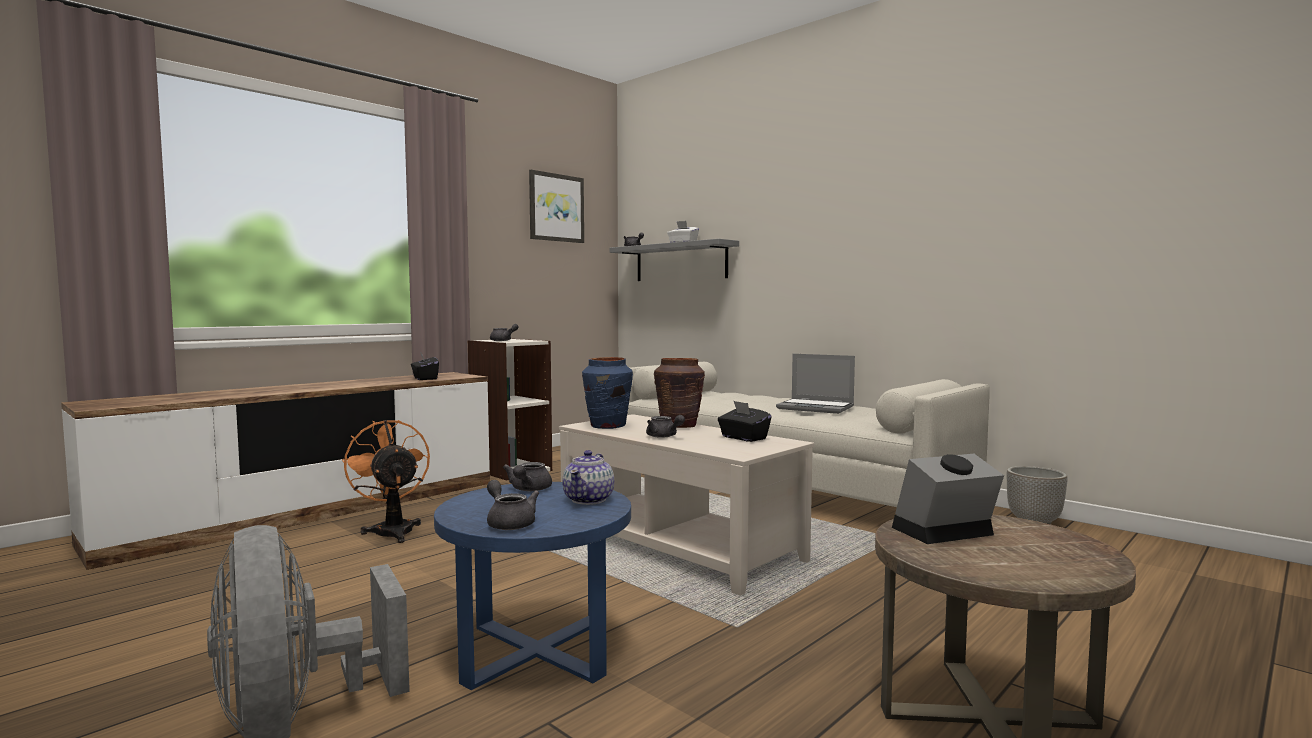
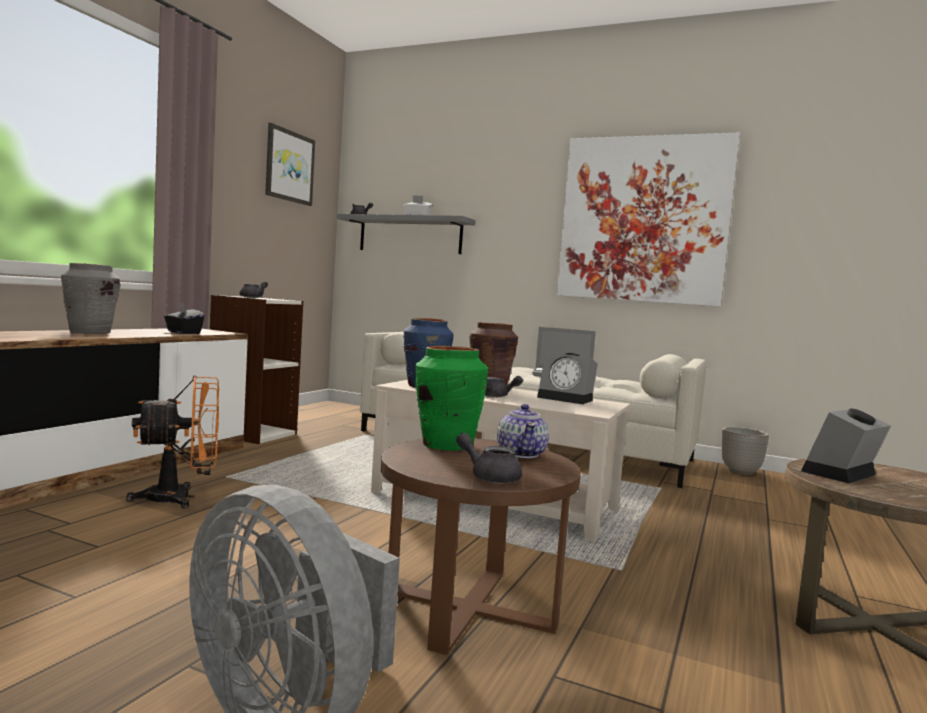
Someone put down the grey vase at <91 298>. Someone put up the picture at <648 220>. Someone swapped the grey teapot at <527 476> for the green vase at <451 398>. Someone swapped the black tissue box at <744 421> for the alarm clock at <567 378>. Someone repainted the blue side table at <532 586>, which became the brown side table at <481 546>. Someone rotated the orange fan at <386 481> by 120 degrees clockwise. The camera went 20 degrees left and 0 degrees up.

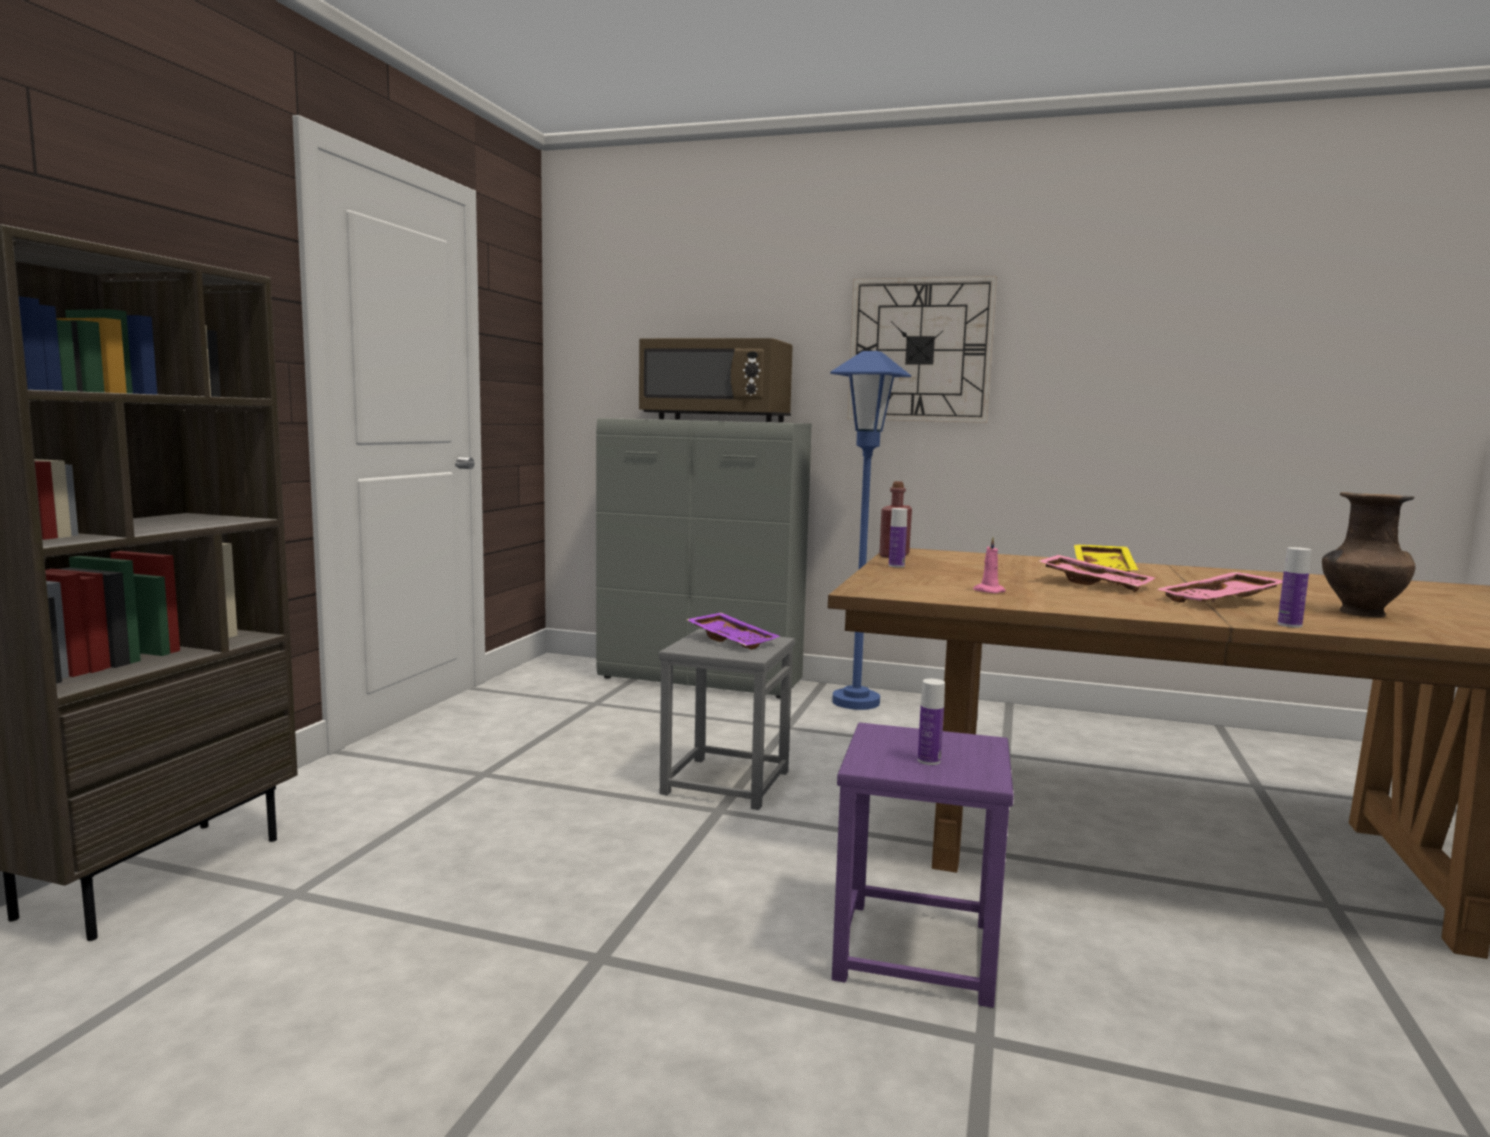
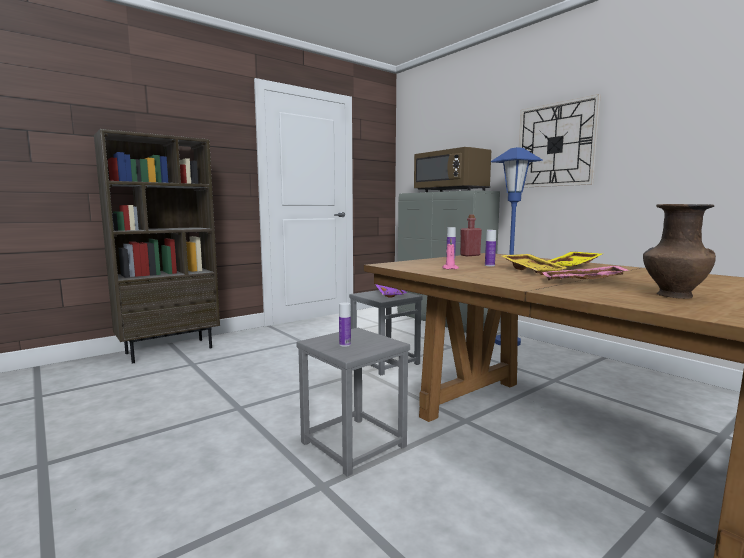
Someone carried the bottle from <1294 587> to <490 248>. Someone repainted the purple stool at <923 865>, which became the grey stool at <353 402>. Someone repainted the pink tray at <1097 573>, which became the yellow tray at <533 264>. The camera went 35 degrees right and 0 degrees up.

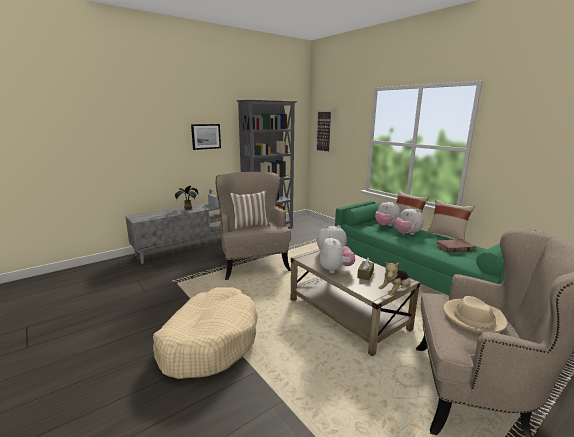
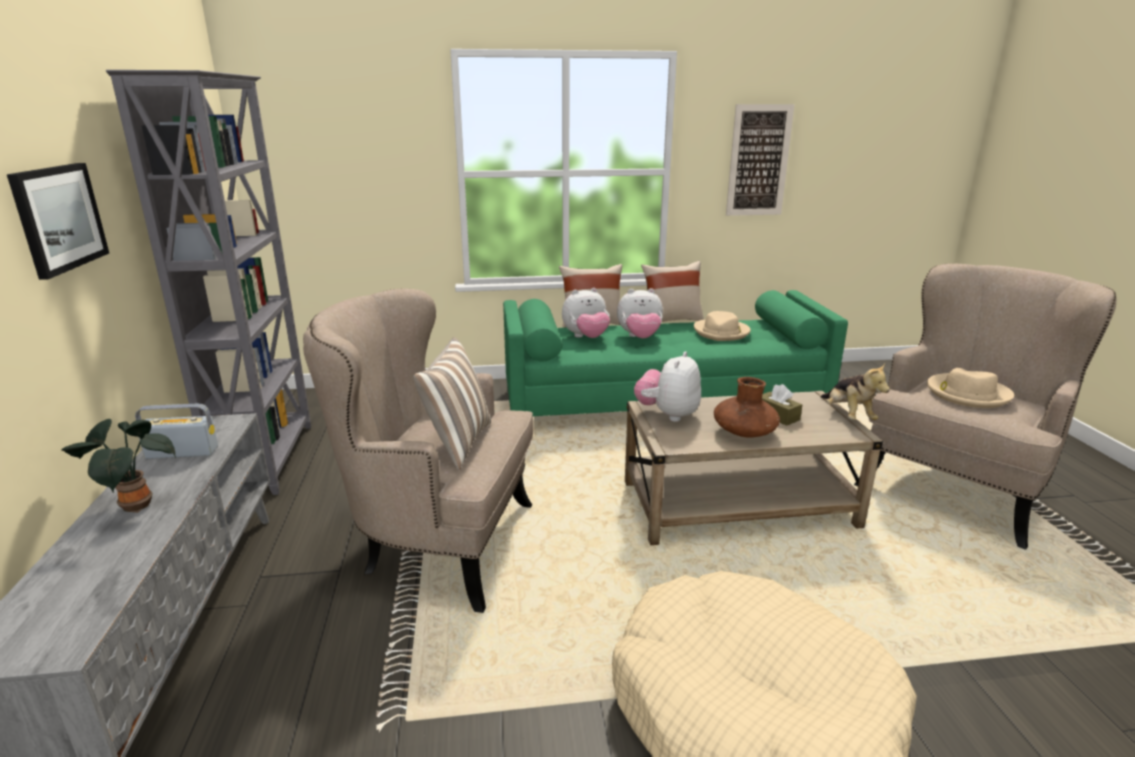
Someone carried the picture from <324 132> to <760 160>. Someone swapped the plush toy at <337 254> for the brown vase at <747 407>. Someone swapped the brown book at <455 245> for the beige hat at <722 326>. The camera went 60 degrees left and 5 degrees up.

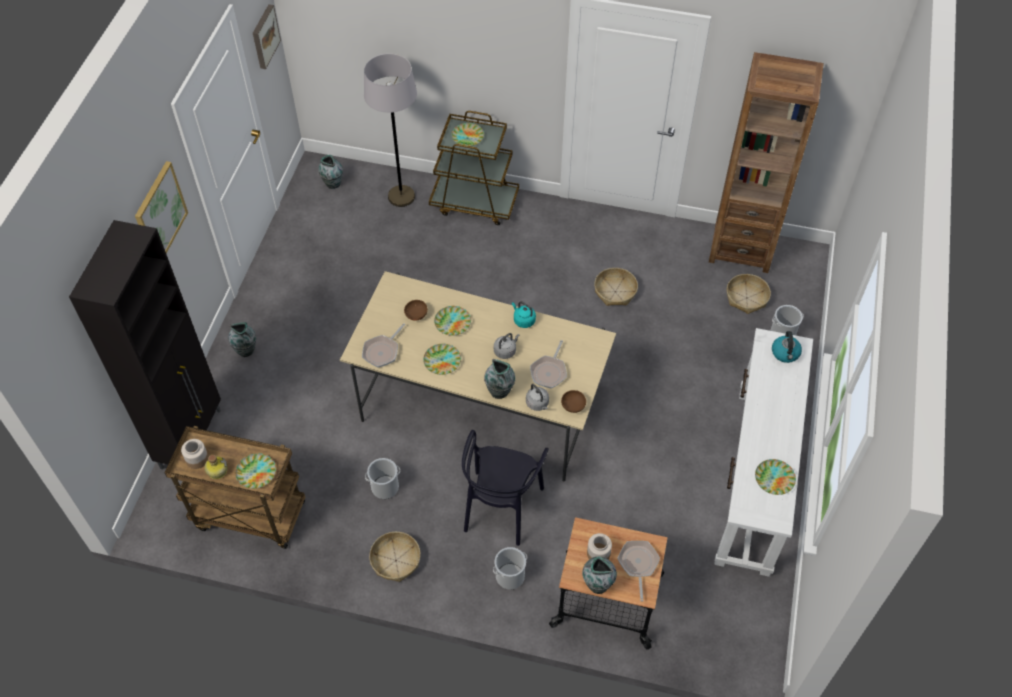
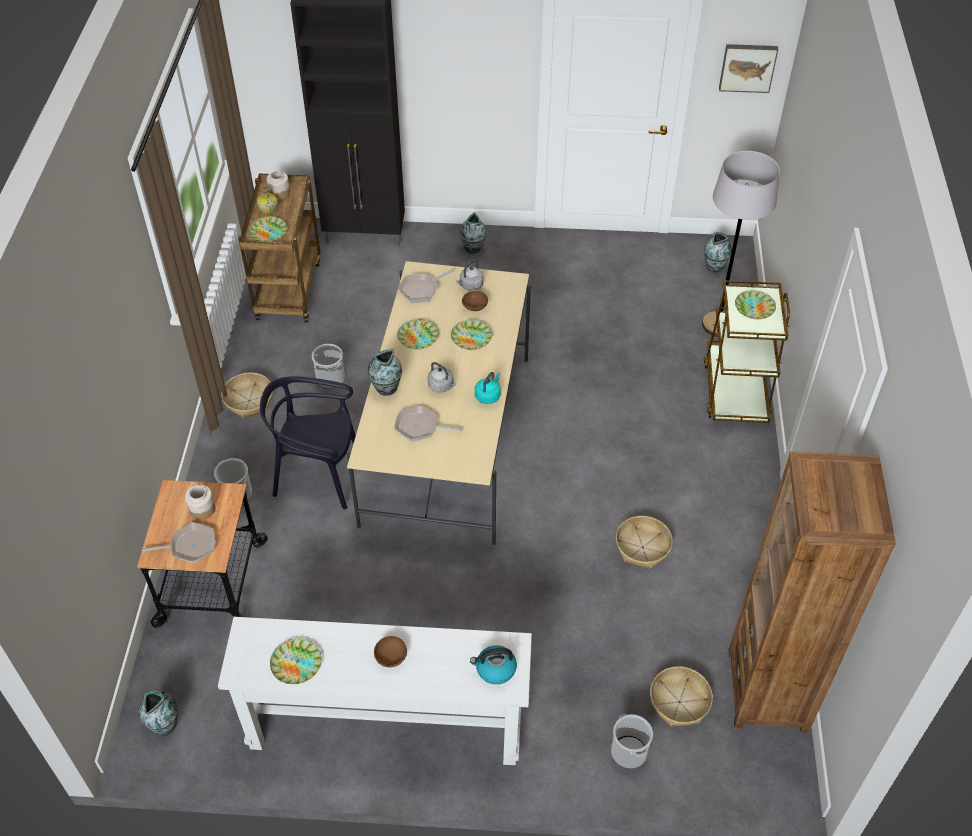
Someone took away the picture at <161 207>. Someone carried the grey kettle from <537 397> to <470 275>. Someone carried the brown bowl from <573 401> to <390 651>. Someone carried the vase from <599 575> to <158 713>. Someone rotated the frying pan at <383 345> by 60 degrees counterclockwise. The camera went 80 degrees right and 5 degrees down.

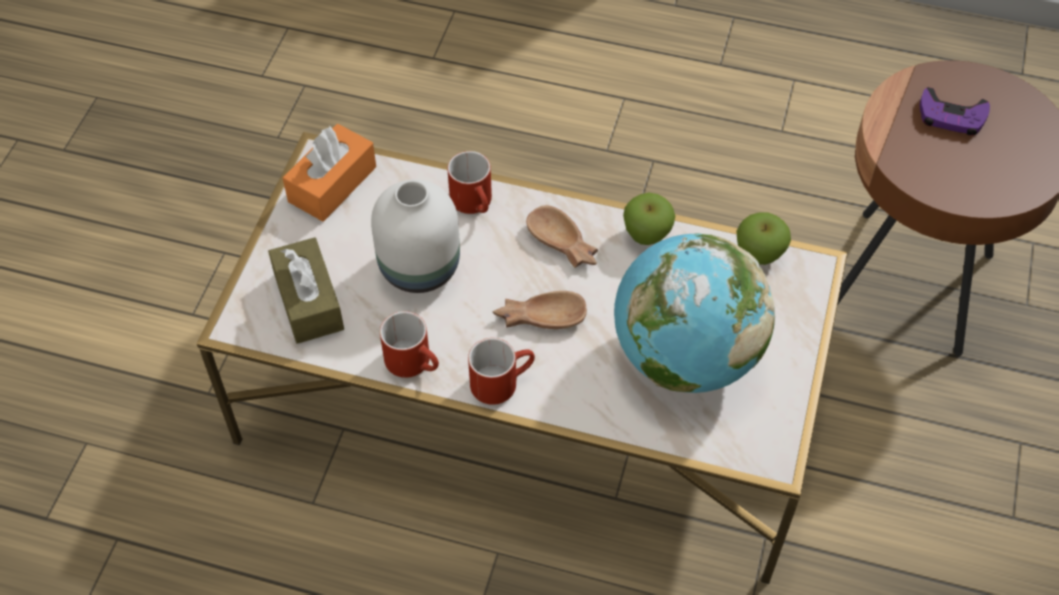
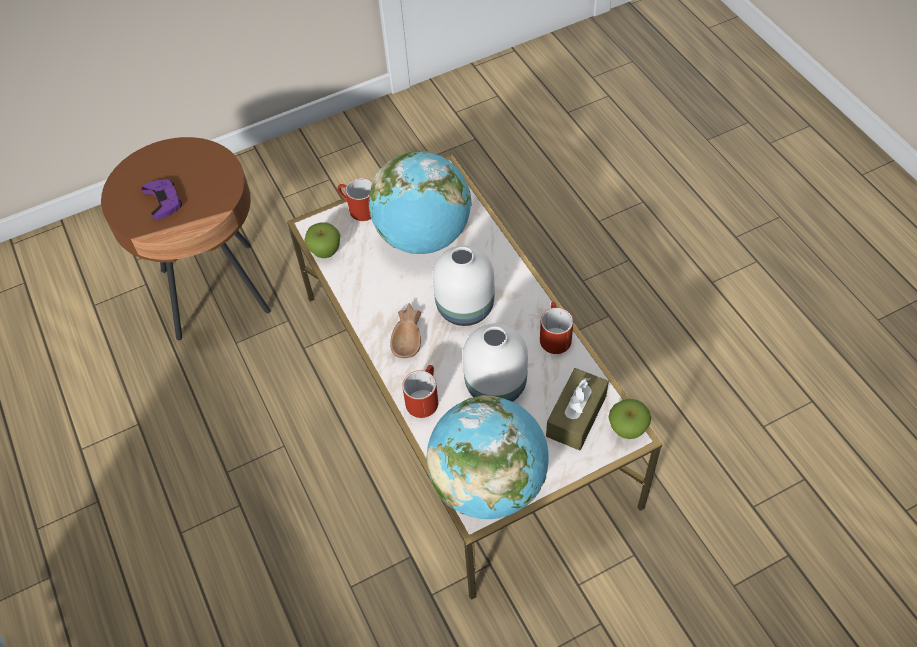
Someone carried the red mug from <501 371> to <354 199>. Someone carried the apple from <649 219> to <629 419>. Someone swapped the orange tissue box at <329 173> for the globe at <488 457>. Someone swapped the brown bowl at <540 310> for the white vase at <463 286>. The camera went 130 degrees left and 0 degrees up.

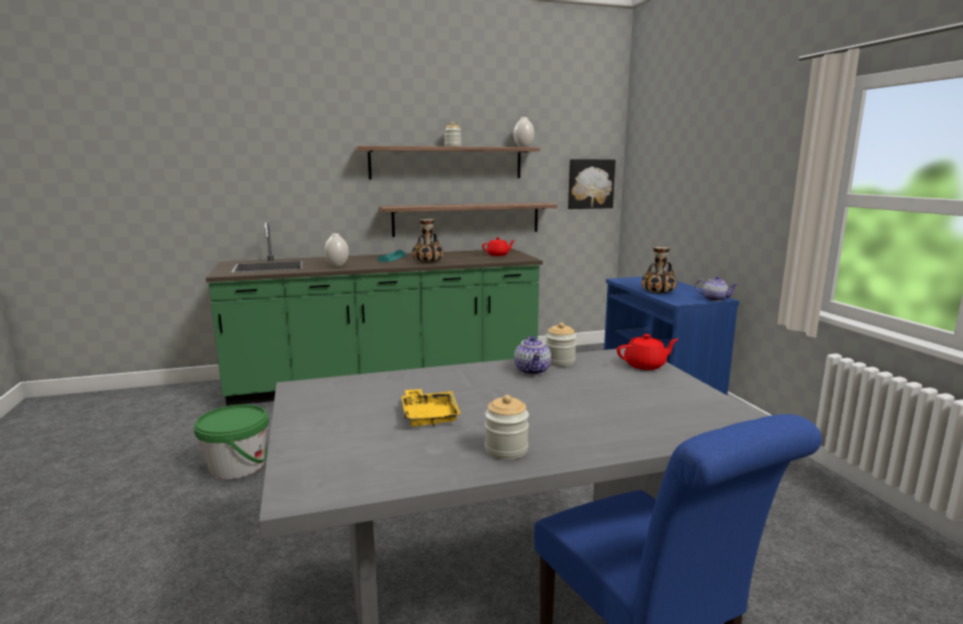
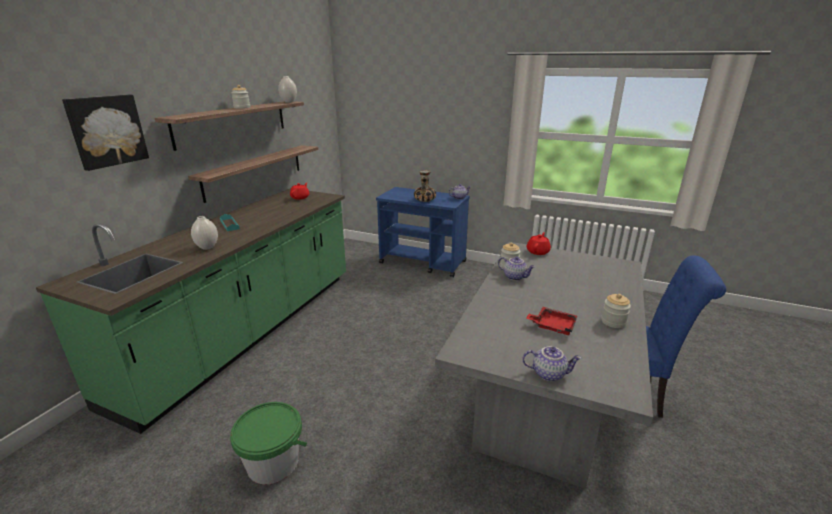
Someone took away the vase at <428 241>. Someone put down the teapot at <552 363>. Someone carried the picture from <592 184> to <105 133>. Someone repainted the yellow tray at <431 408>, which became the red tray at <552 321>. The camera went 50 degrees left and 10 degrees up.

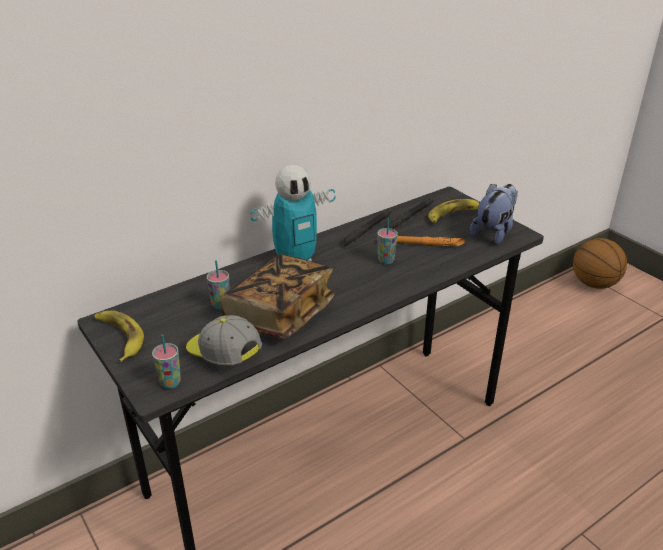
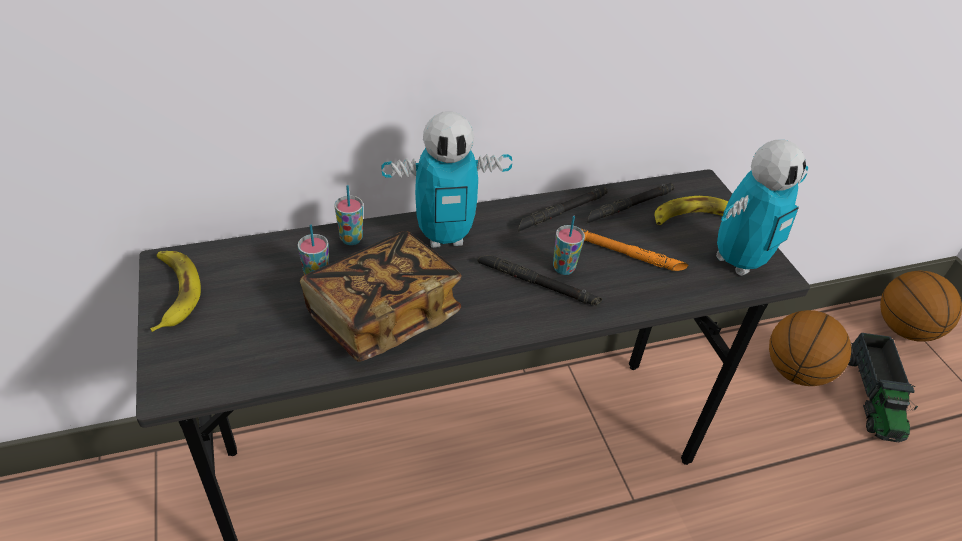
Someone took away the cap at <224 340>. Someone put down the black flashlight at <539 280>. Someone put down the basketball at <810 348>. Someone put down the toy truck at <883 387>. Someone carried the cup from <166 361> to <349 215>. Someone swapped the plush toy at <494 214> for the toy robot at <762 208>. The camera went 15 degrees right and 10 degrees up.

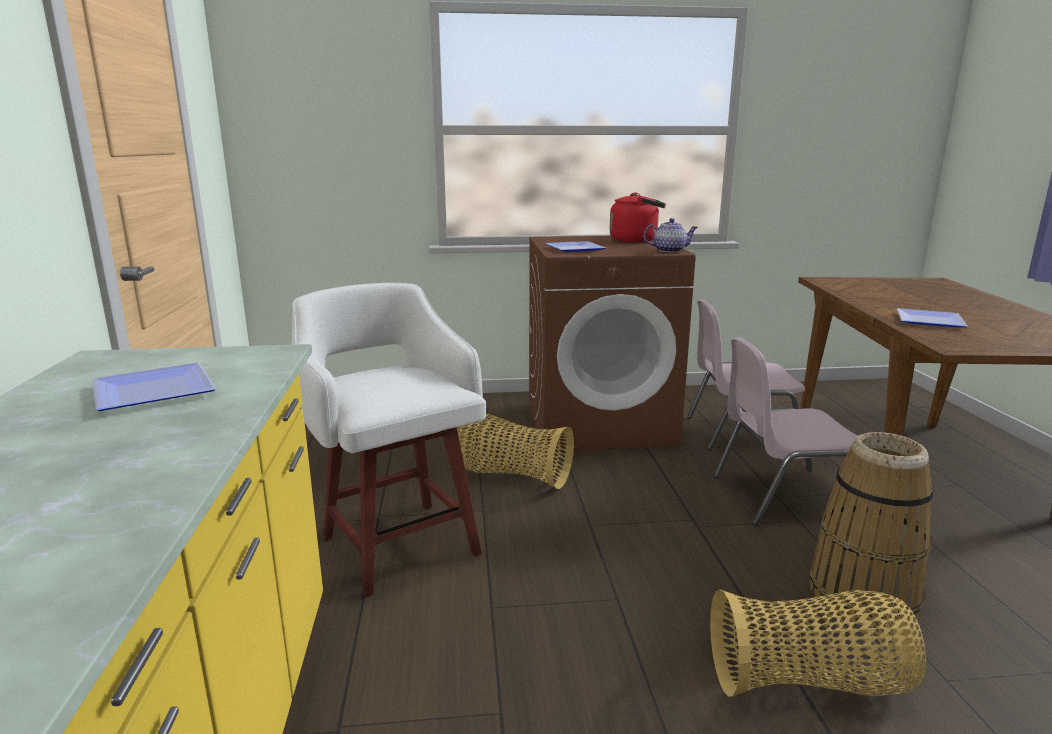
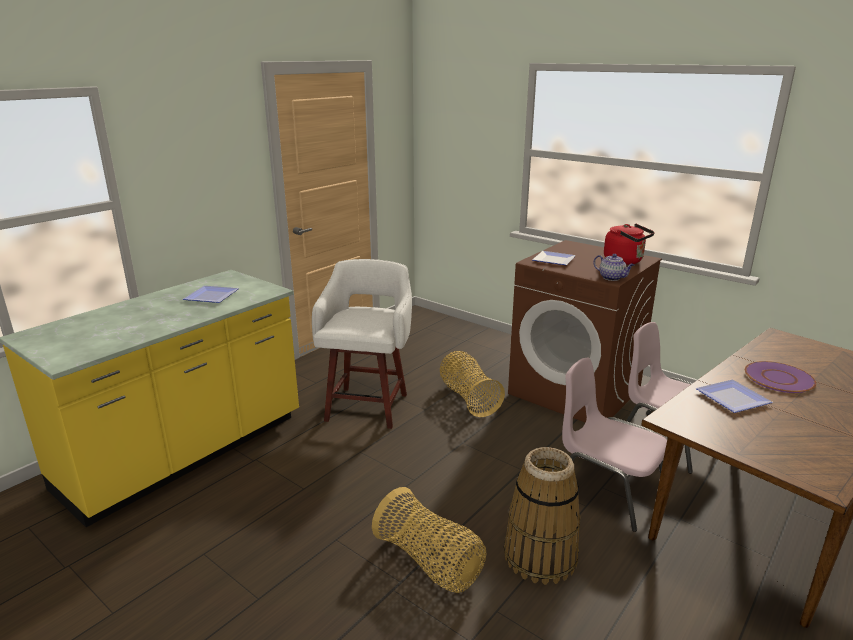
Someone put down the purple plate at <780 377>. The camera went 45 degrees right and 5 degrees up.

